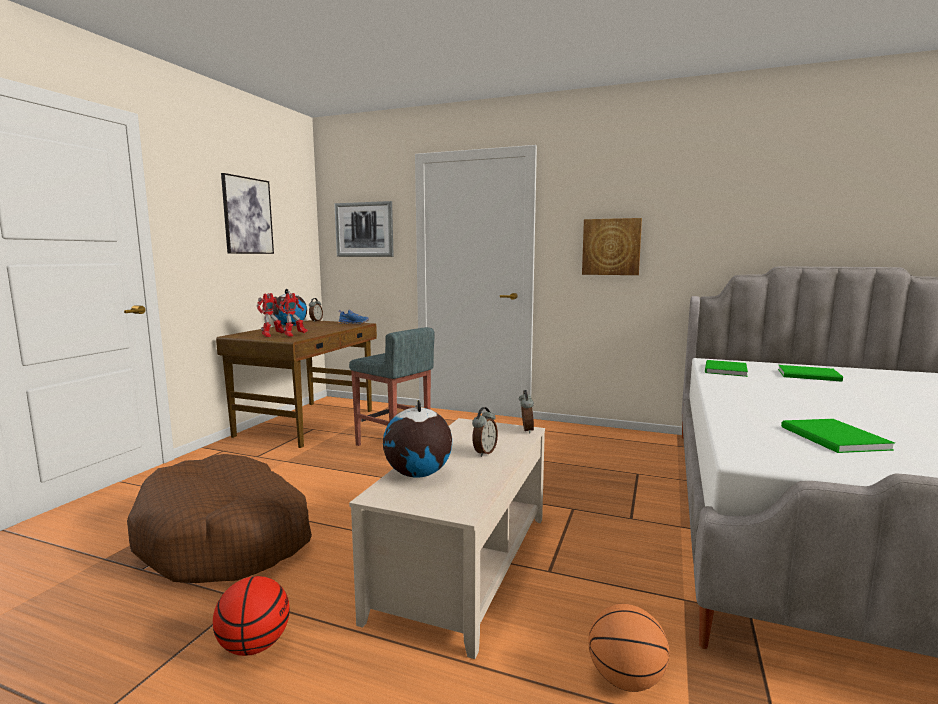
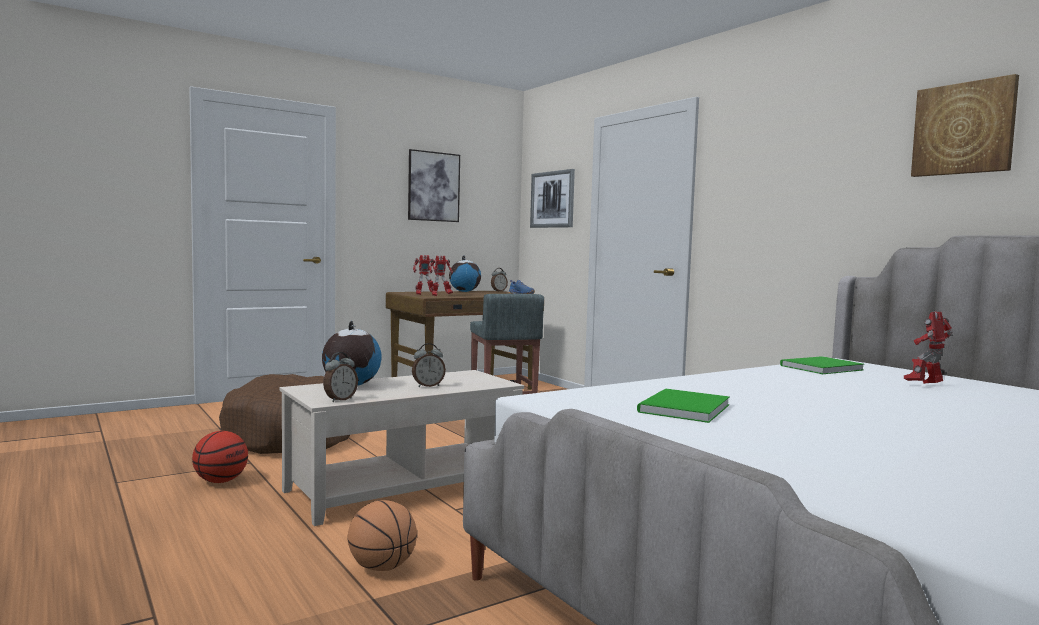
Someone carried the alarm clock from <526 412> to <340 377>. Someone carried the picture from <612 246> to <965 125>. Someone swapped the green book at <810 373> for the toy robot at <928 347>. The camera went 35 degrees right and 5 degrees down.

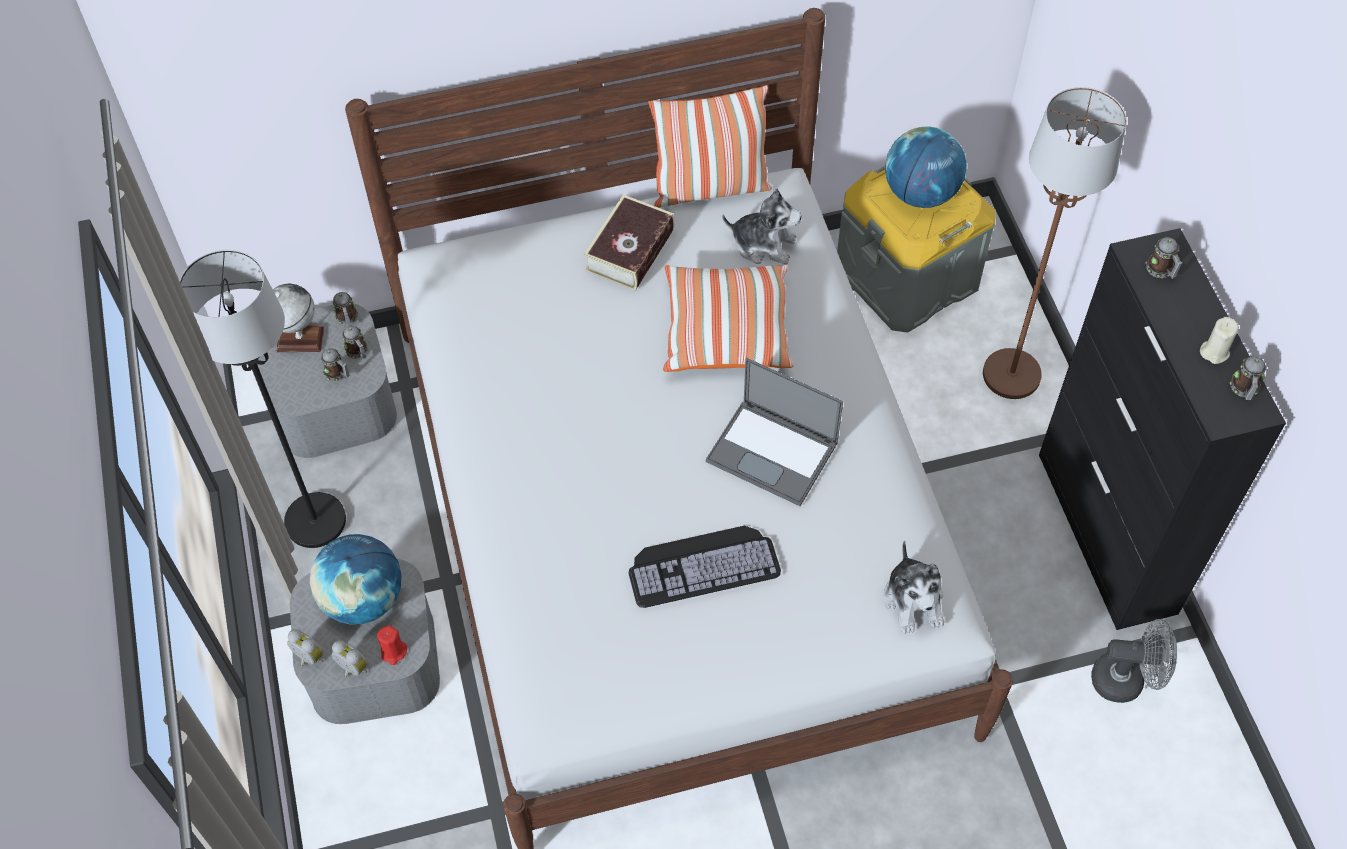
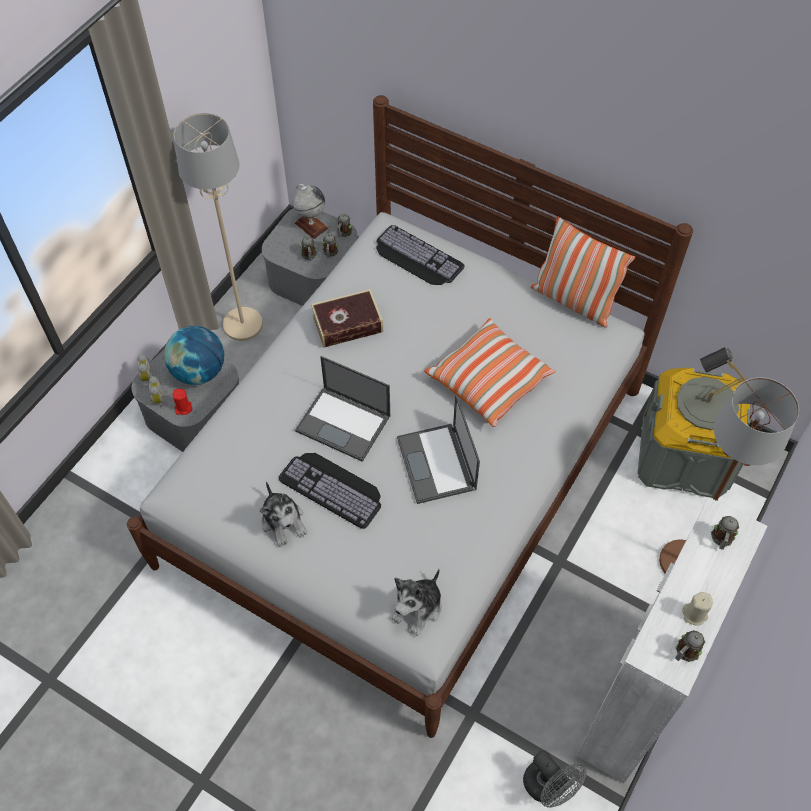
Someone put down the laptop at <342 409>. Someone put down the keyboard at <420 255>. Someone carried the book from <629 242> to <347 318>. Someone carried the plush toy from <762 226> to <283 514>. Someone swapped the globe at <926 167> for the grey table lamp at <712 388>. Someone repainted the black floor lamp at <263 399>, which became the beige floor lamp at <218 227>. Someone repainted the black cabinet at <1162 429>, which became the white cabinet at <672 640>. The camera went 45 degrees right and 0 degrees up.

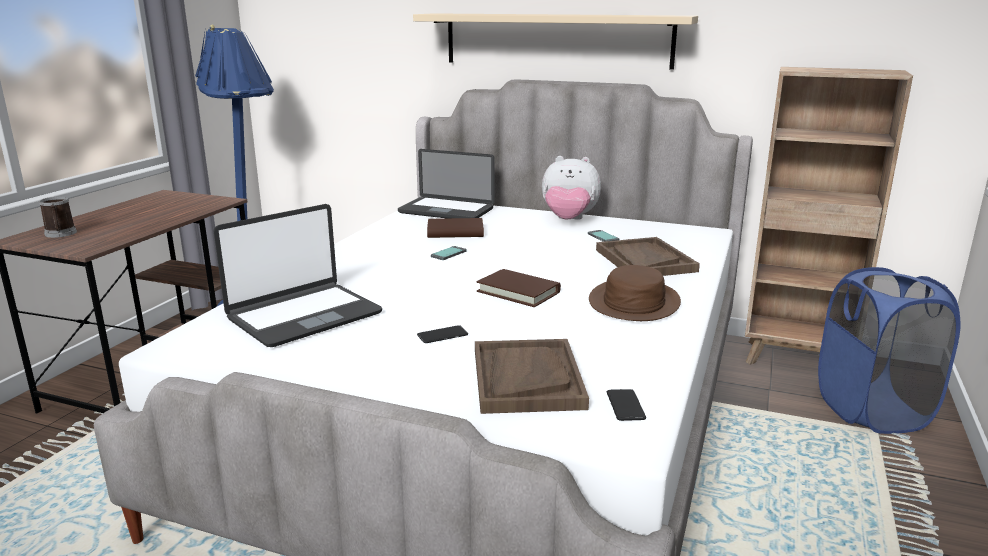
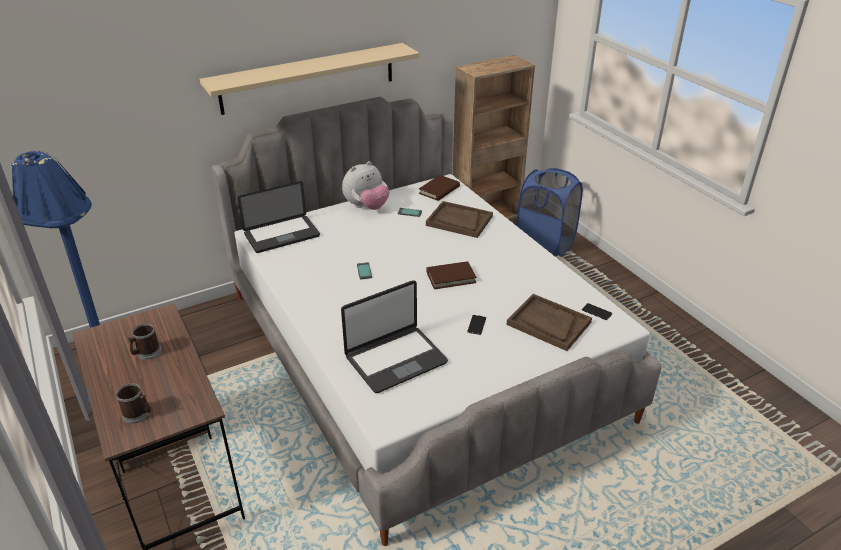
Someone took away the brown hat at <635 293>. Someone put down the mug at <145 341>. Someone carried the brown book from <455 228> to <439 188>. Someone rotated the laptop at <298 275> by 60 degrees clockwise. The camera went 50 degrees left and 15 degrees up.

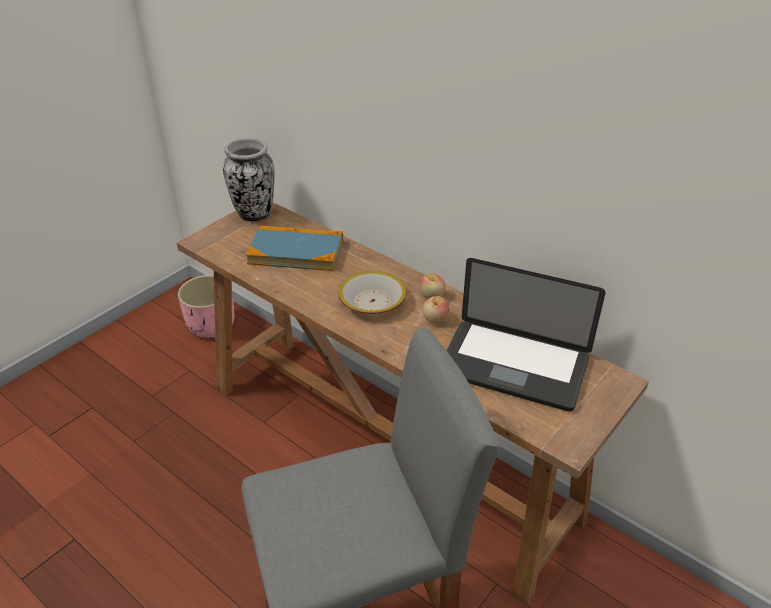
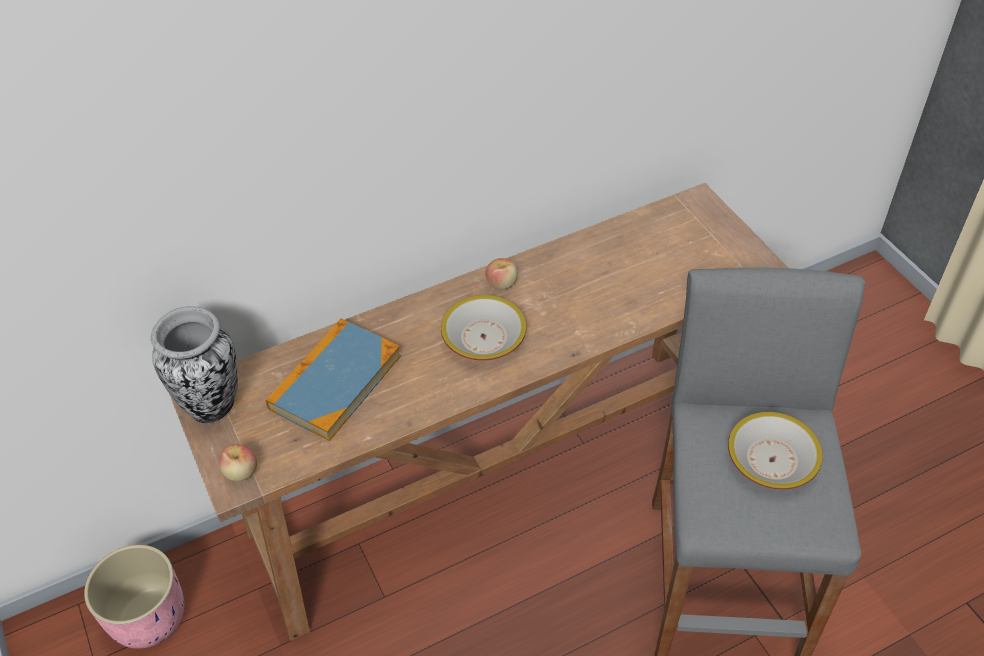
Someone took away the laptop at <526 335>. Someone put down the bowl at <775 451>. Someone carried the apple from <436 310> to <238 462>. The camera went 65 degrees left and 10 degrees up.

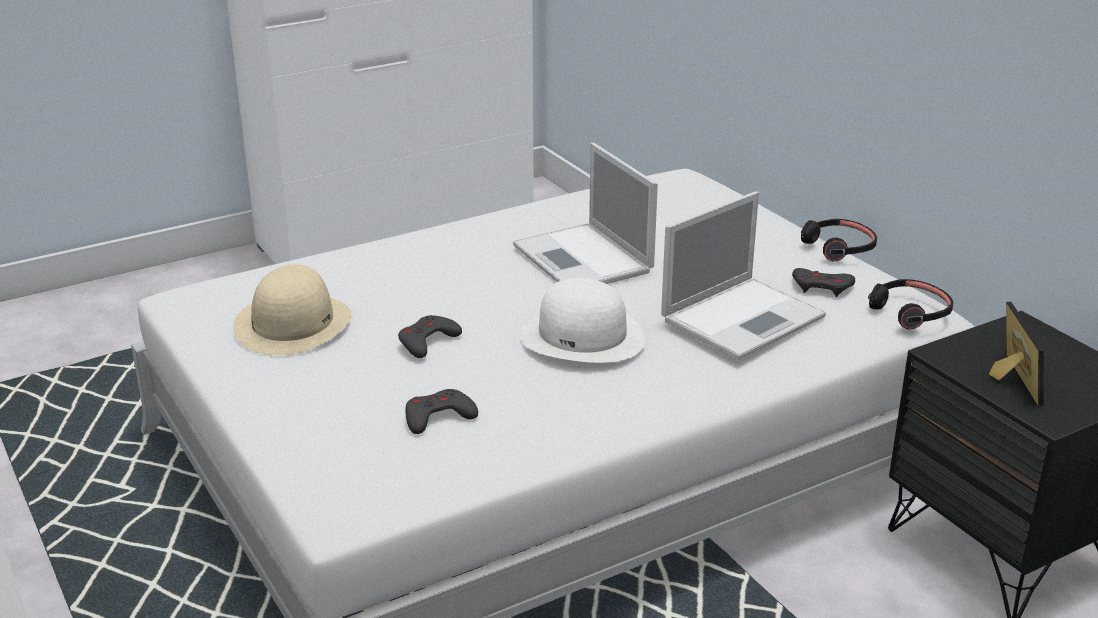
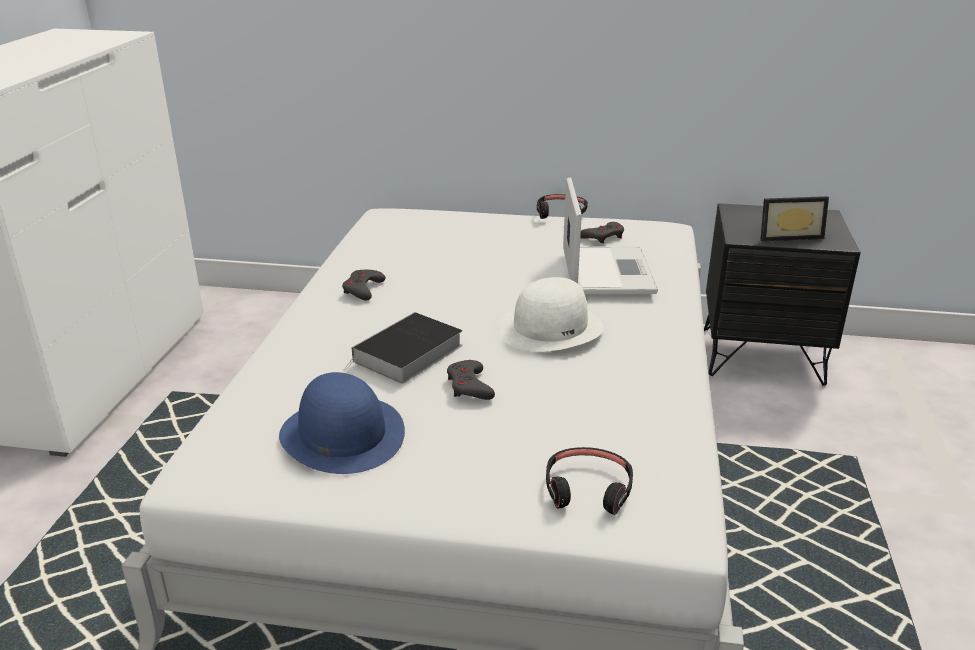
Someone took away the laptop at <585 213>. Someone put down the book at <402 348>. Someone carried the grey game controller from <441 411> to <364 285>. Someone carried the black headphones from <910 304> to <589 481>. Someone repainted the beige hat at <292 309>, which became the blue hat at <342 423>. Someone rotated the picture frame at <1016 354> by 135 degrees clockwise. The camera went 50 degrees left and 0 degrees up.

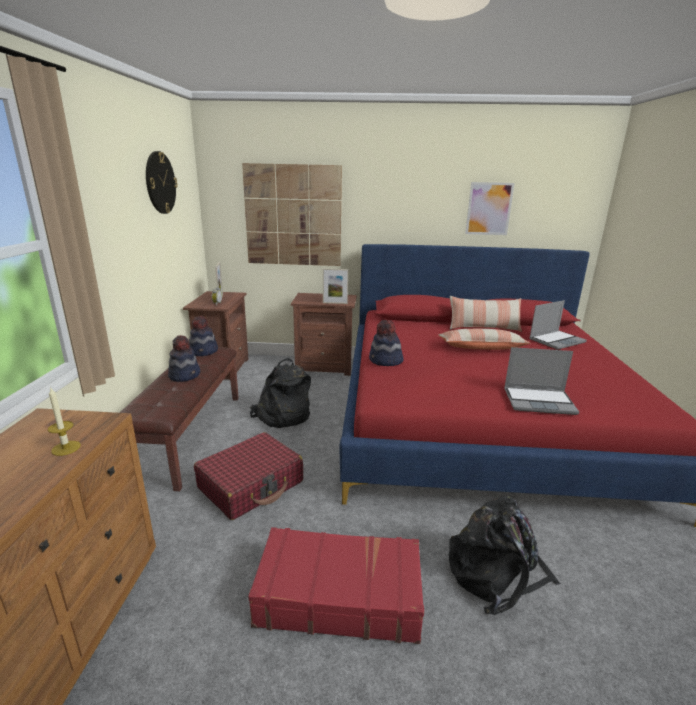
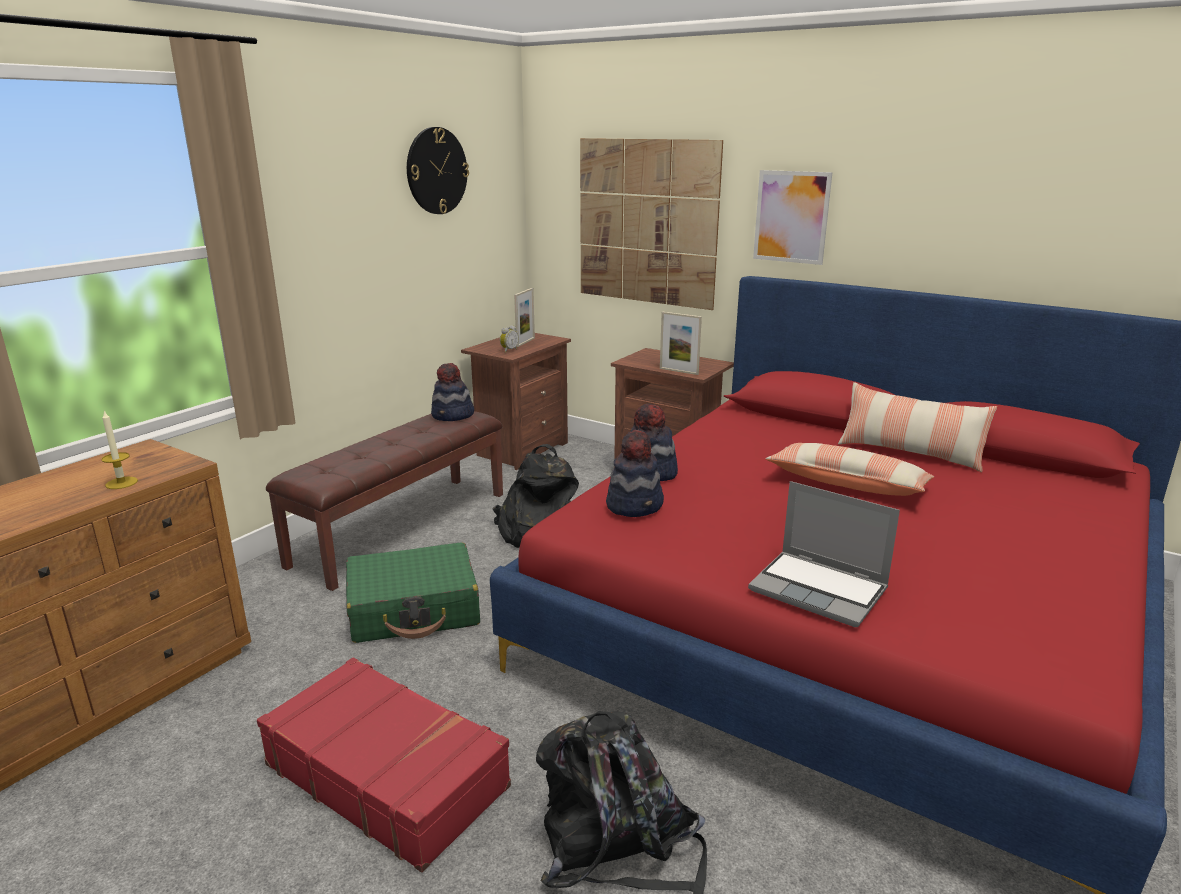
Someone took away the laptop at <558 325>. Someone carried the hat from <184 358> to <635 473>. Someone carried the picture from <490 208> to <792 217>. Someone repainted the red suitcase at <248 476>, which became the green suitcase at <413 592>. The camera went 30 degrees right and 0 degrees up.

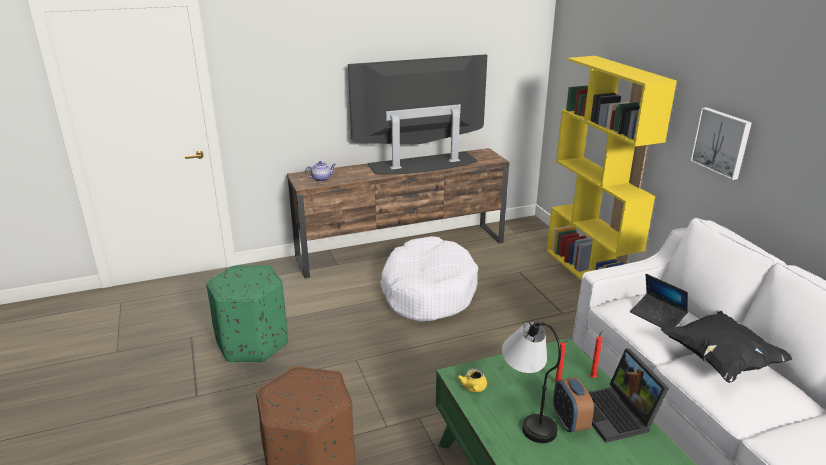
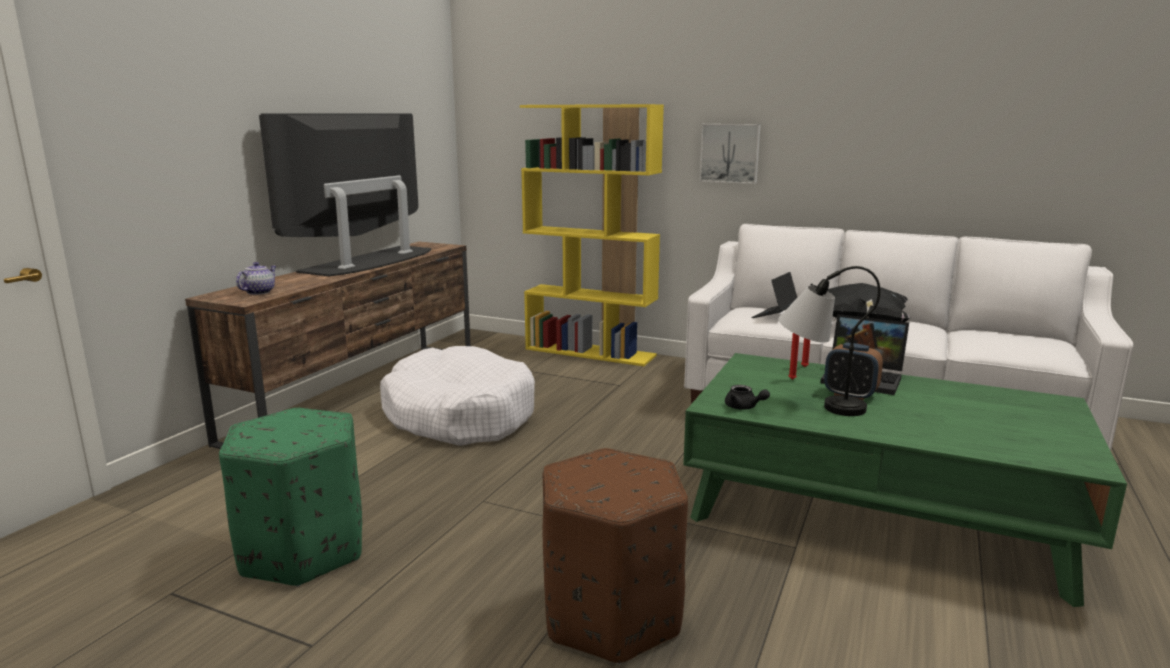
Someone repainted the yellow teapot at <472 380>, which became the black teapot at <747 397>. Someone rotated the laptop at <659 301> by 120 degrees clockwise. The camera went 45 degrees left and 10 degrees down.

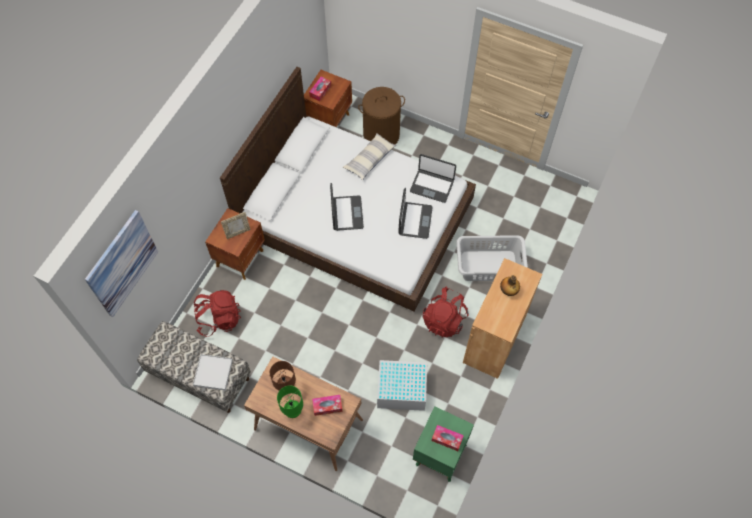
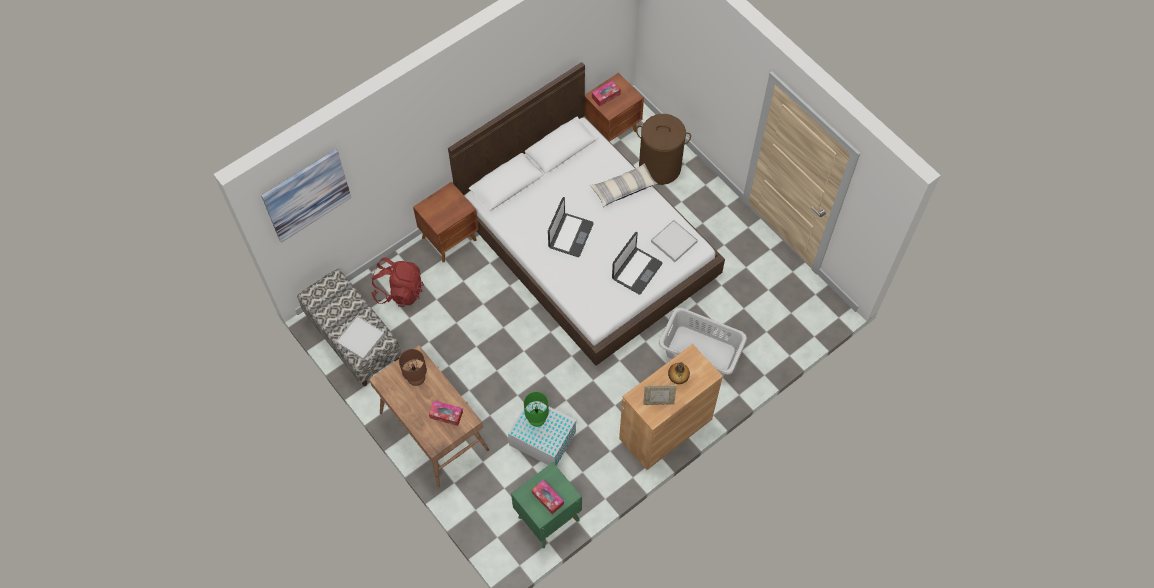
Someone took away the red backpack at <445 312>. Someone carried the picture frame from <235 225> to <660 395>. Someone carried the green table lamp from <290 401> to <536 409>. Someone swapped the laptop at <433 178> for the white tray at <674 241>. The camera went 25 degrees right and 0 degrees up.

